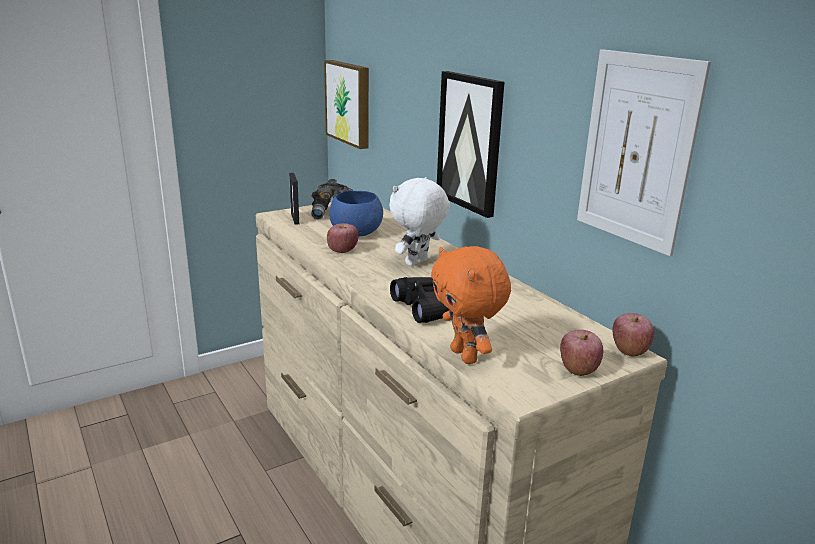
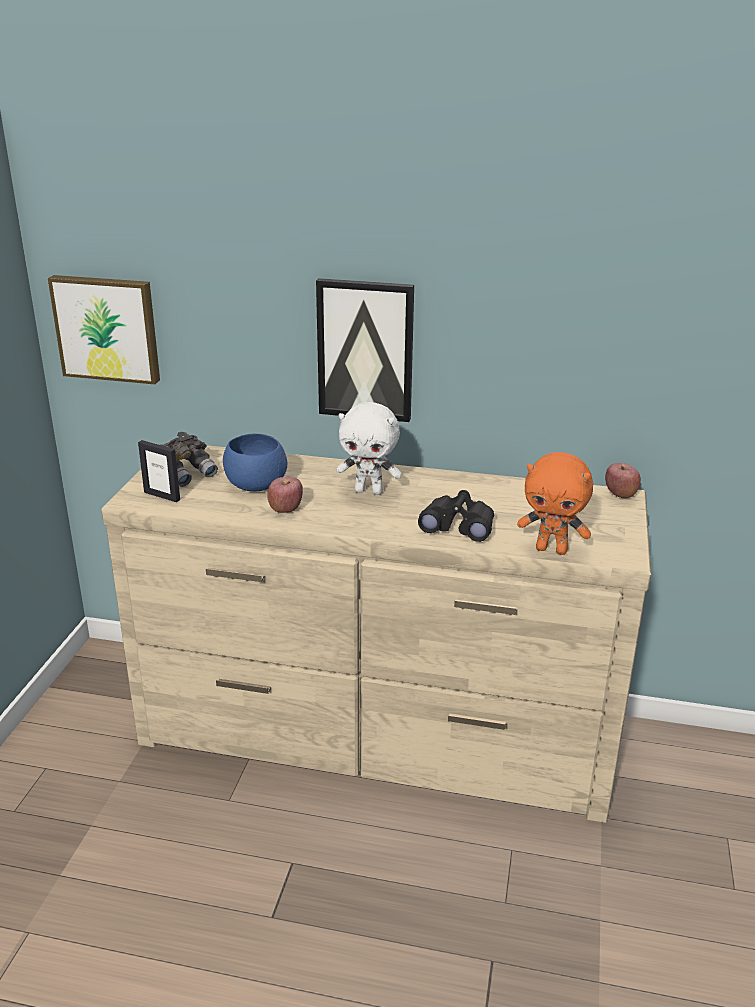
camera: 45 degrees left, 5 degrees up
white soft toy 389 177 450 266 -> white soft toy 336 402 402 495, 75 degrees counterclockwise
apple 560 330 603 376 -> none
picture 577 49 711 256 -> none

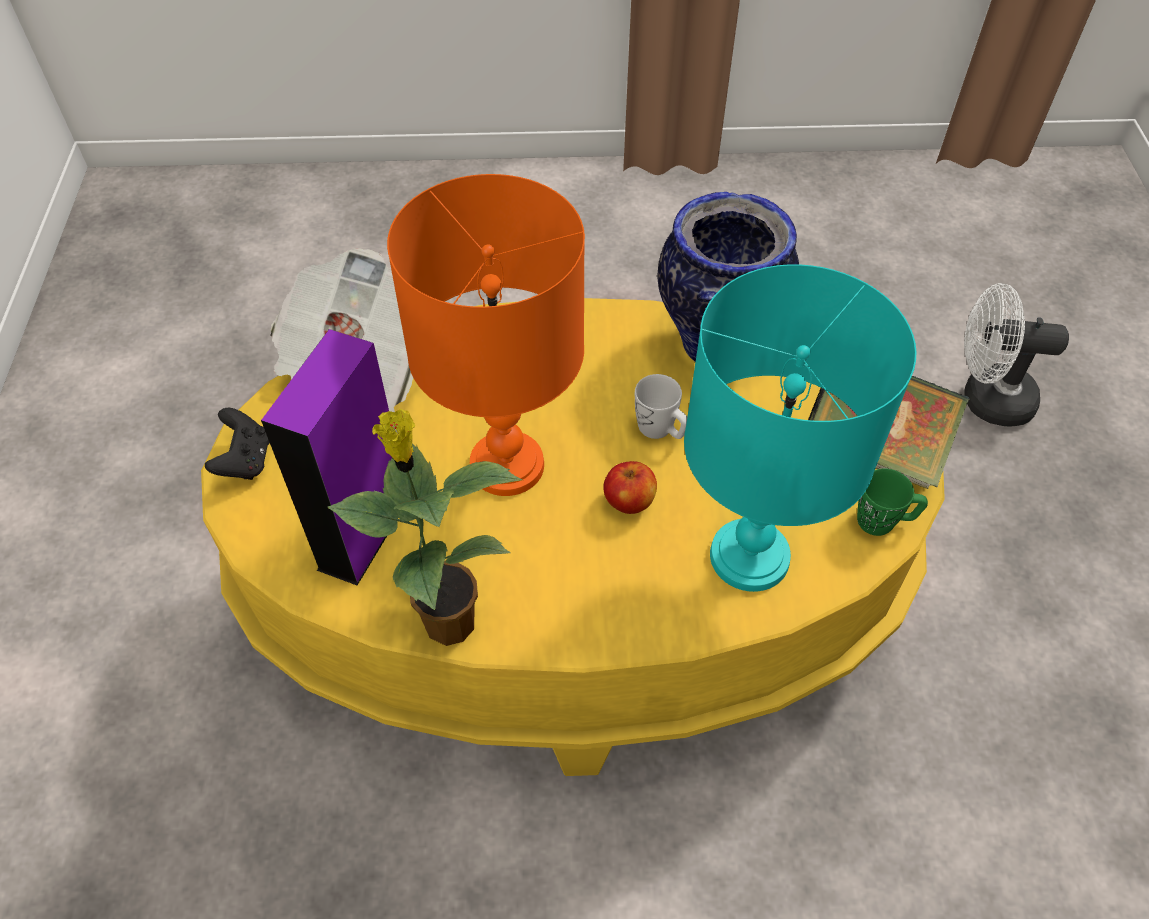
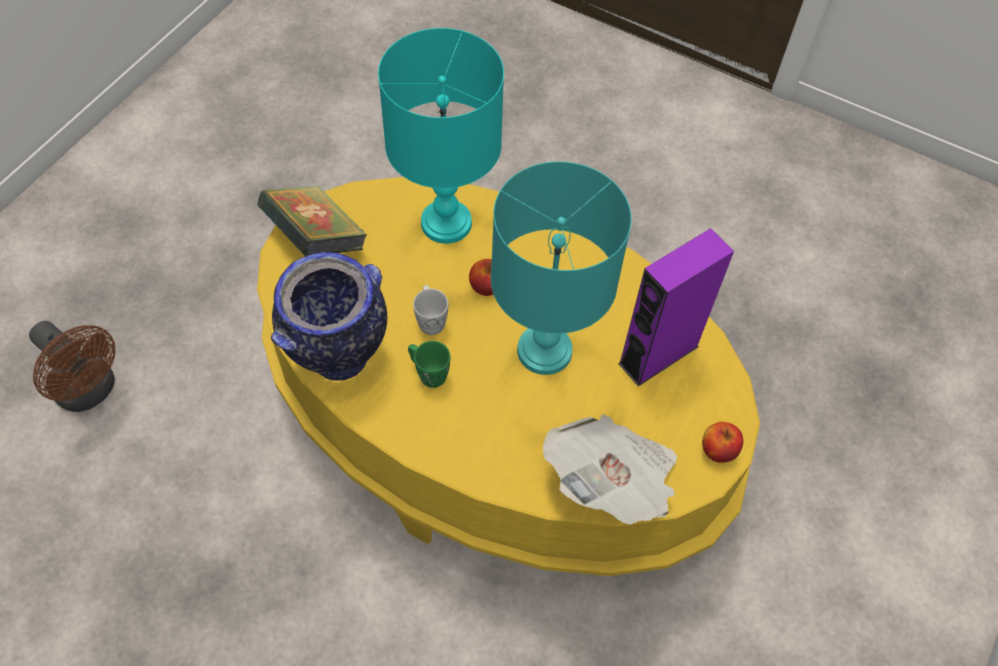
camera: 150 degrees left, 5 degrees up
blackish game controller 205 408 270 480 -> apple 702 422 744 463
houseplant 327 409 523 646 -> none
orange-coloured table lamp 387 174 585 496 -> blue-green table lamp 491 161 632 375
greenish mug 857 468 928 536 -> greenish mug 408 341 450 388, relocated
white cooling fan 964 283 1069 427 -> brown cooling fan 29 321 116 412

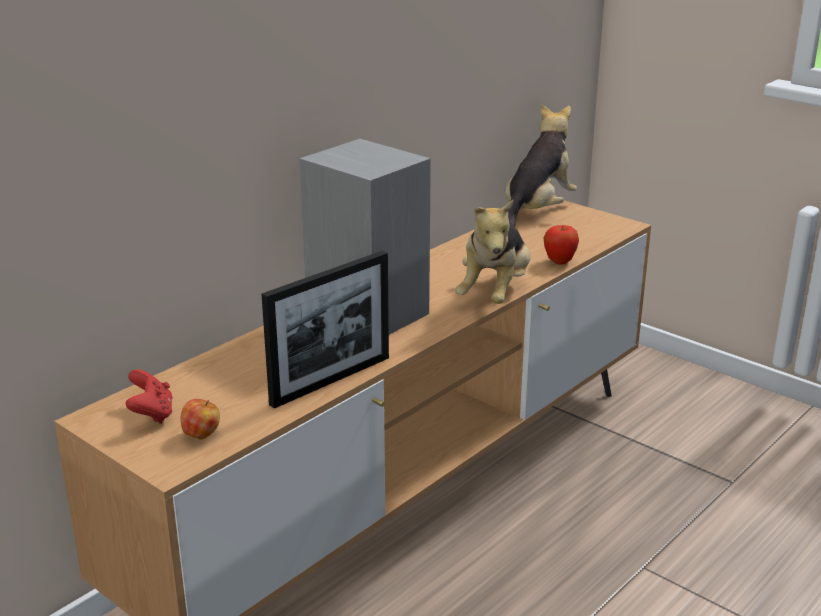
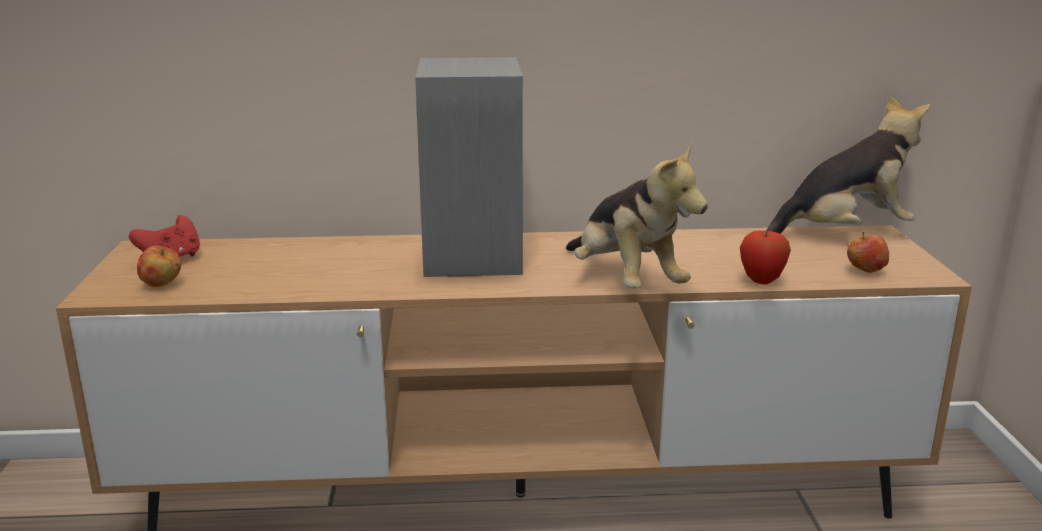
camera: 45 degrees right, 5 degrees down
picture frame 261 251 389 408 -> none
soft toy 455 200 531 304 -> soft toy 566 144 708 288, 90 degrees counterclockwise
none -> apple 847 232 889 273

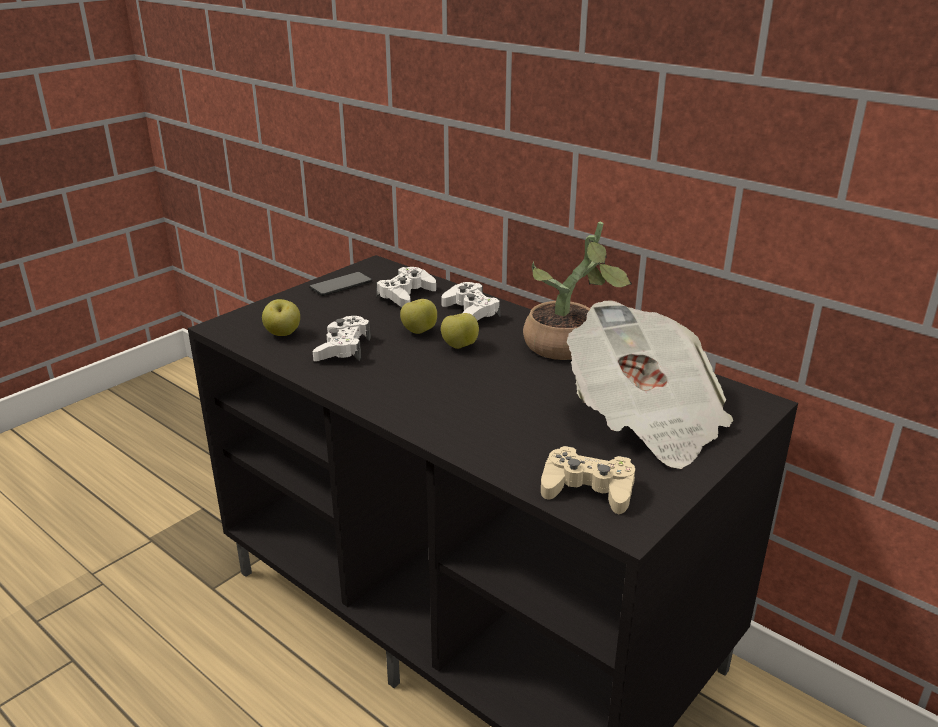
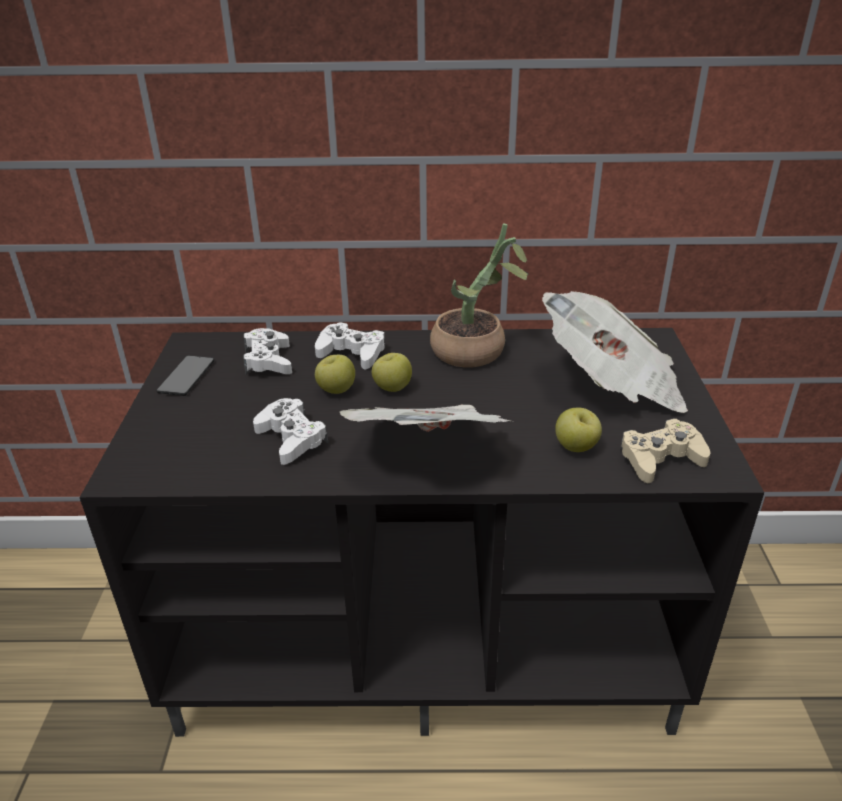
camera: 40 degrees left, 5 degrees up
apple 262 299 300 336 -> apple 555 408 602 452, relocated
none -> daily paper 340 405 510 432

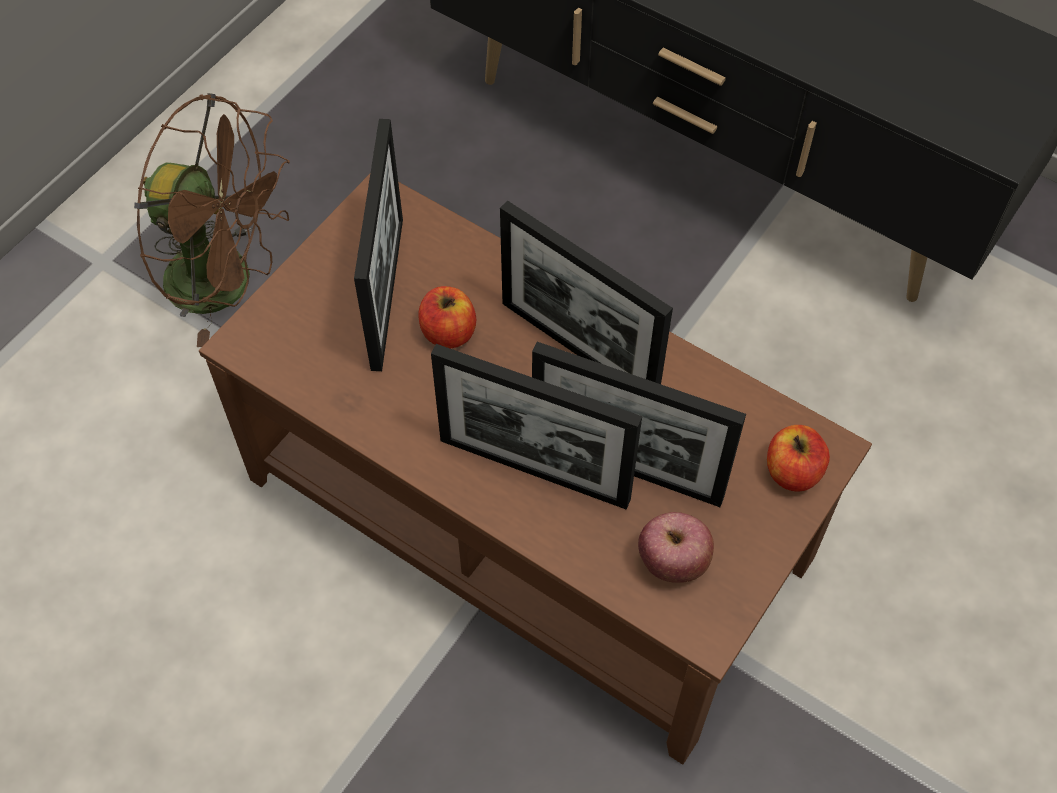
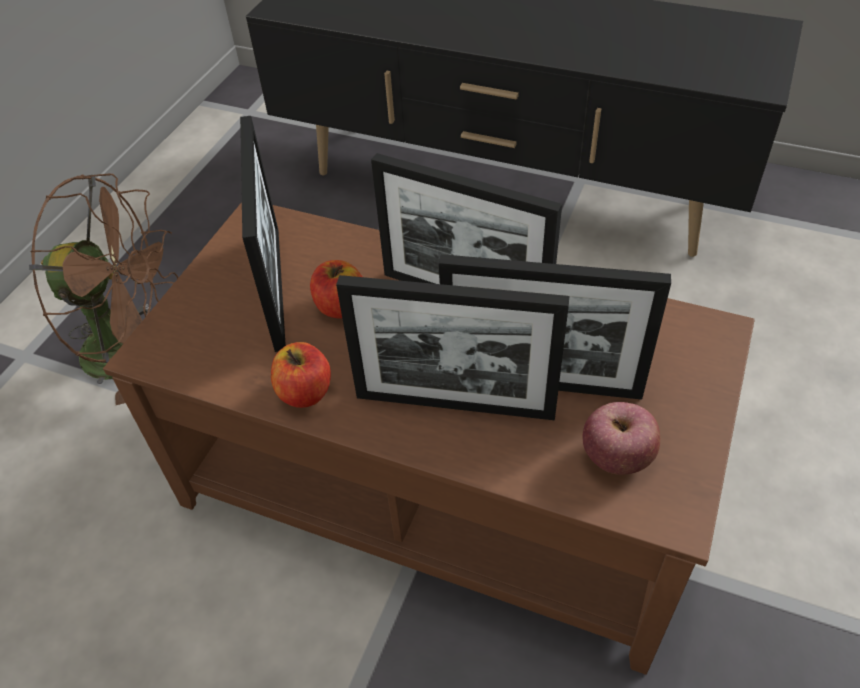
camera: 10 degrees left, 10 degrees down
apple 767 425 830 491 -> apple 271 342 331 408, relocated

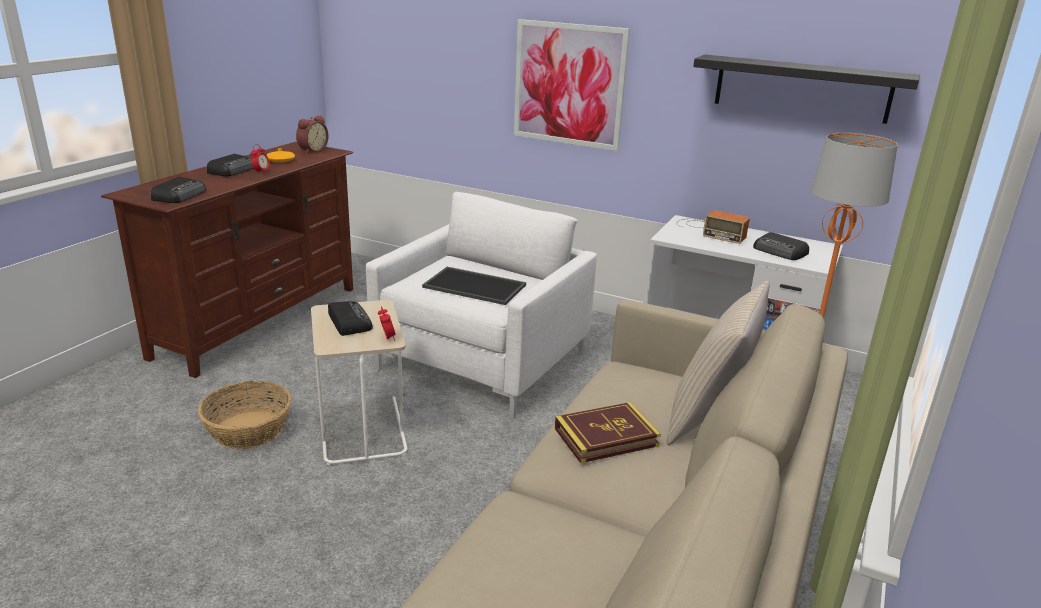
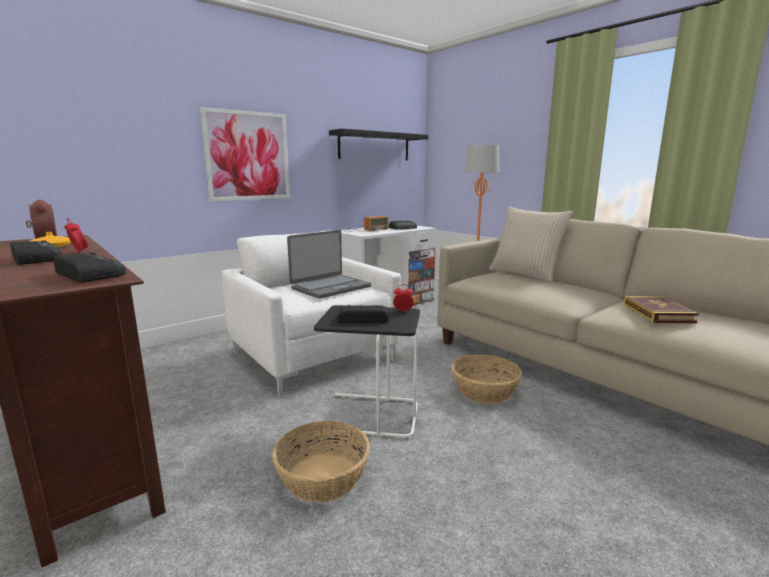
camera: 65 degrees left, 10 degrees down
sand-coloured accent table 311 300 408 465 -> blackish accent table 314 305 420 438
carrying tray 422 267 526 305 -> laptop 287 230 371 299
bound book 555 402 661 463 -> bound book 624 296 699 323, relocated
none -> basket 451 354 522 404

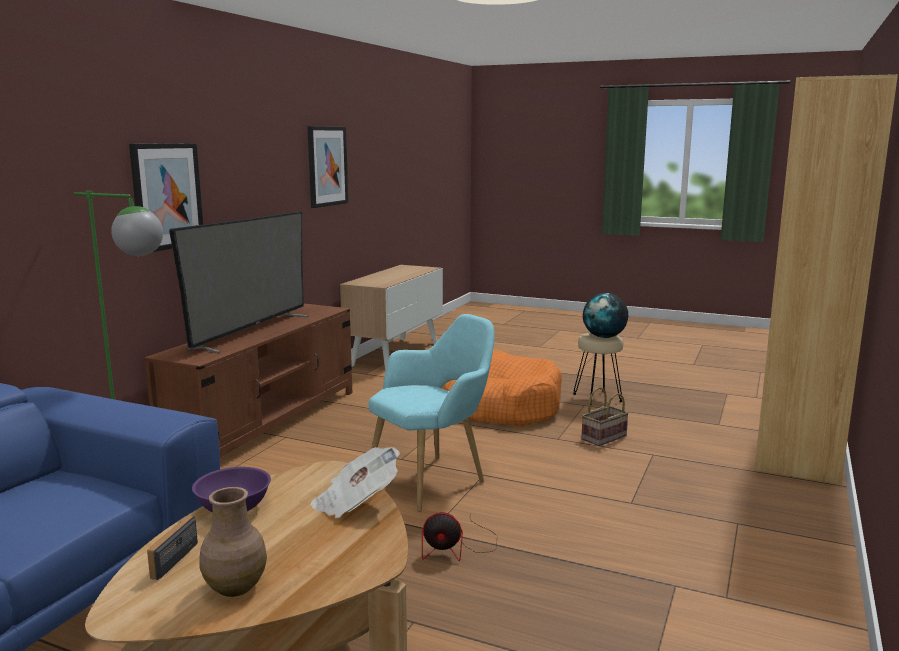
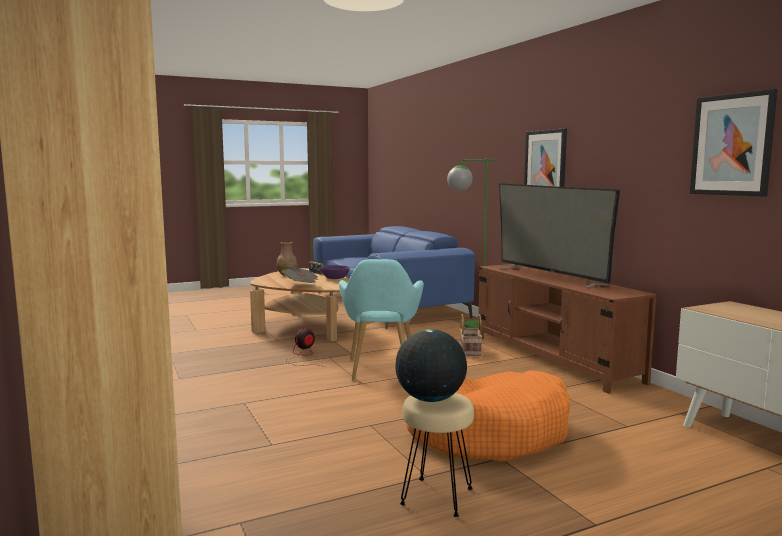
camera: 130 degrees right, 5 degrees down
basket 581 387 629 446 -> basket 460 314 482 356, relocated

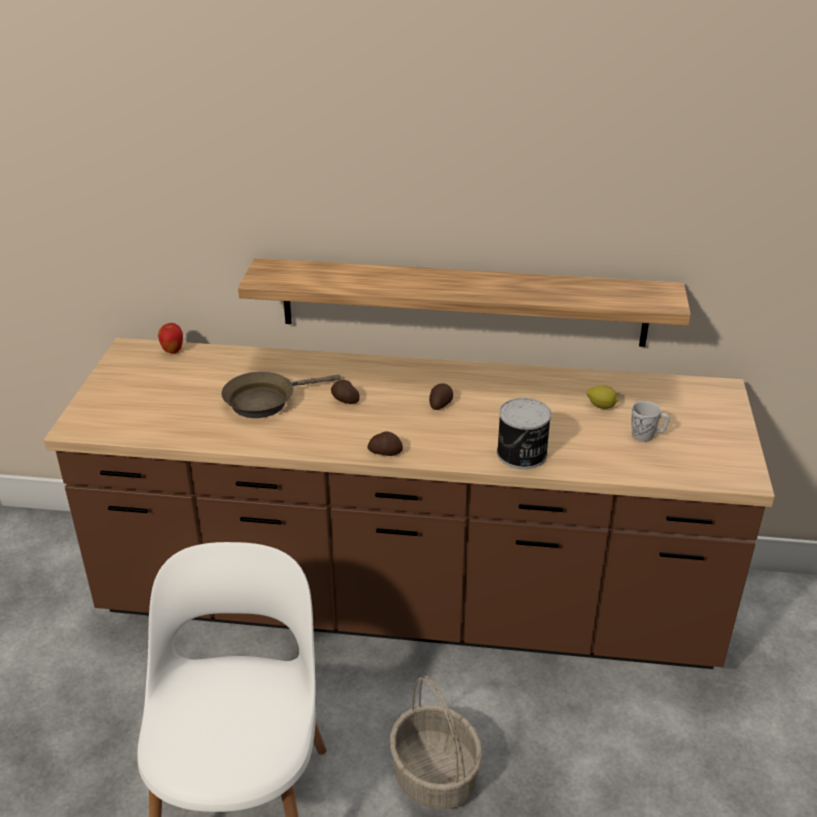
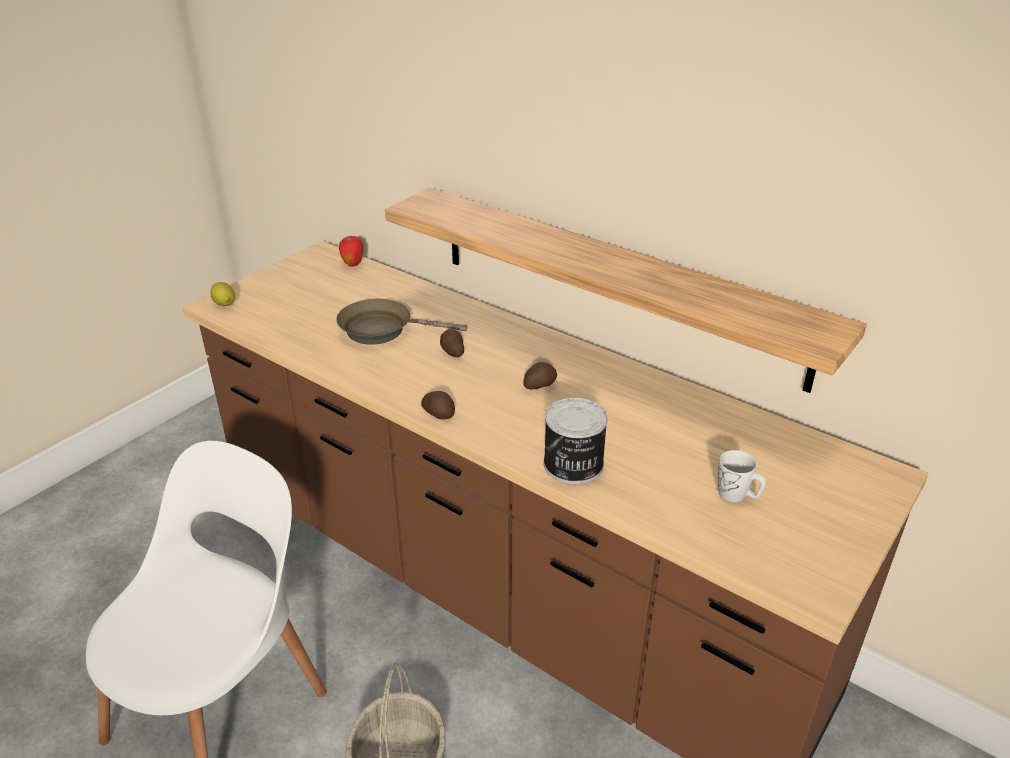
camera: 30 degrees right, 0 degrees up
citrus fruit 587 385 619 409 -> citrus fruit 210 282 235 306, relocated

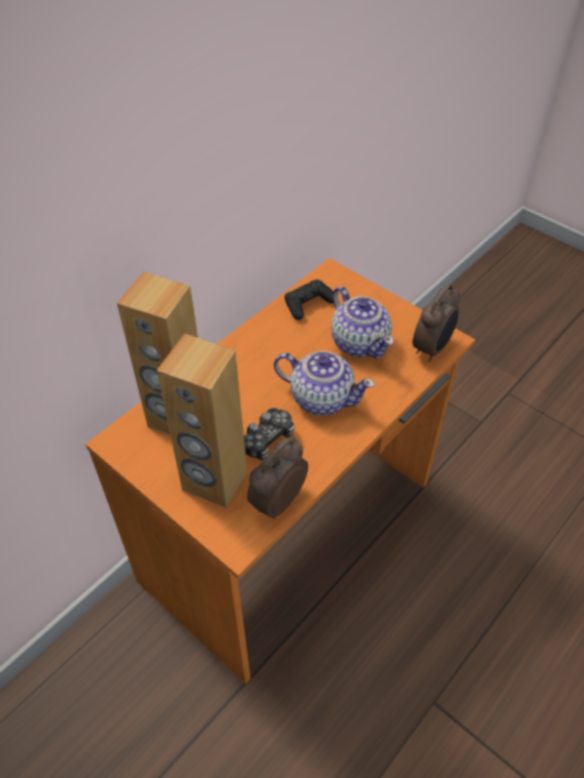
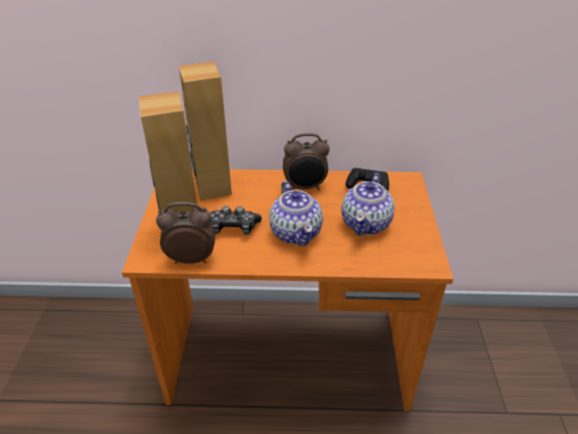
camera: 50 degrees right, 10 degrees down
table clock 413 284 460 362 -> table clock 283 133 330 190, relocated

